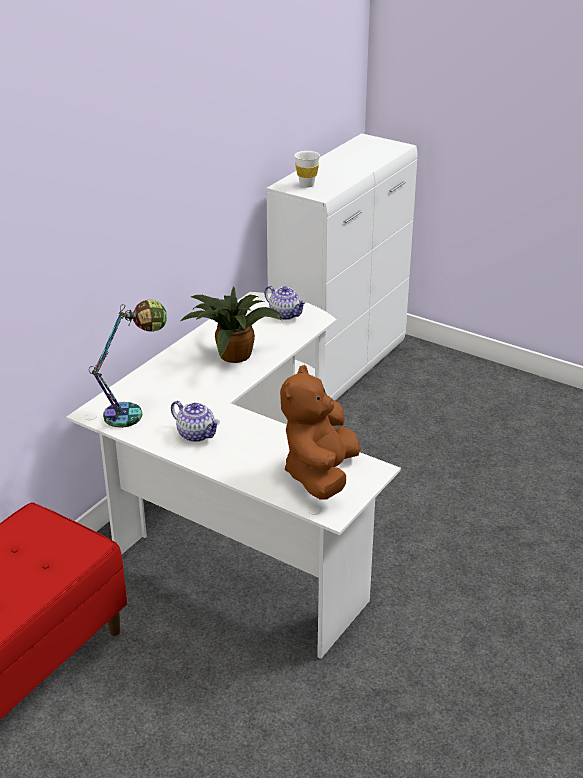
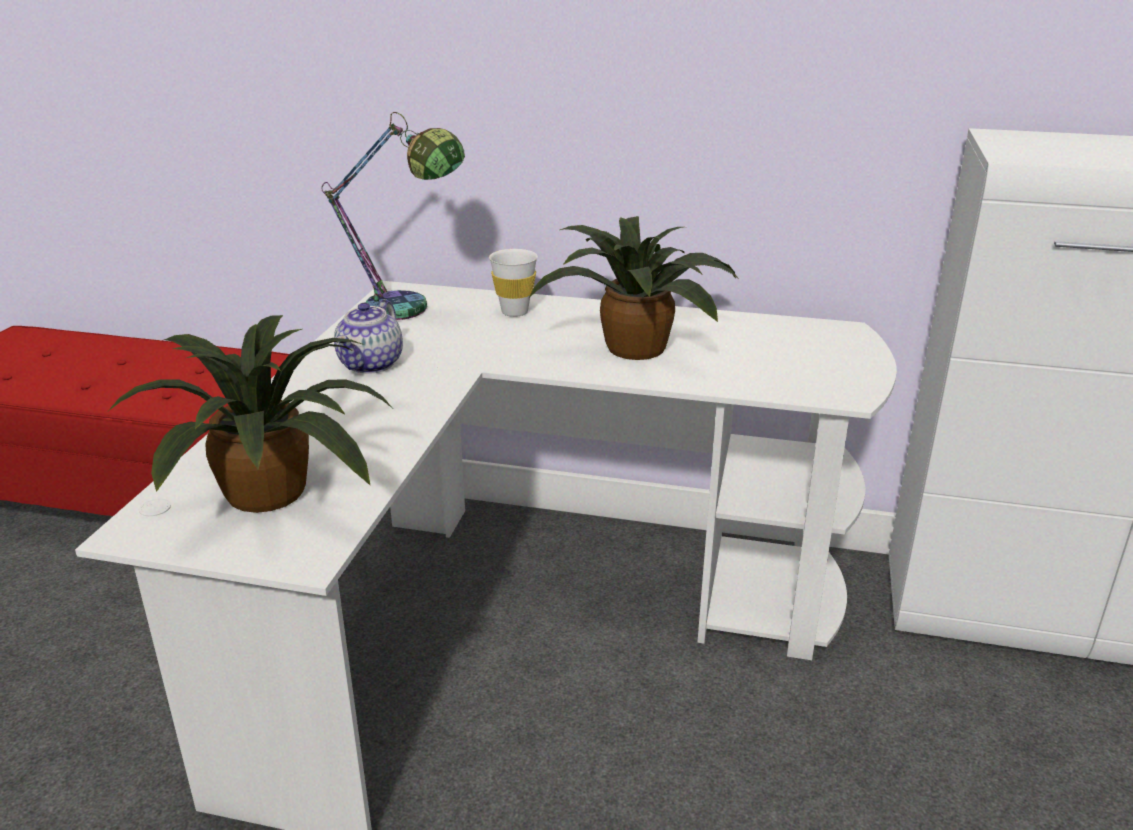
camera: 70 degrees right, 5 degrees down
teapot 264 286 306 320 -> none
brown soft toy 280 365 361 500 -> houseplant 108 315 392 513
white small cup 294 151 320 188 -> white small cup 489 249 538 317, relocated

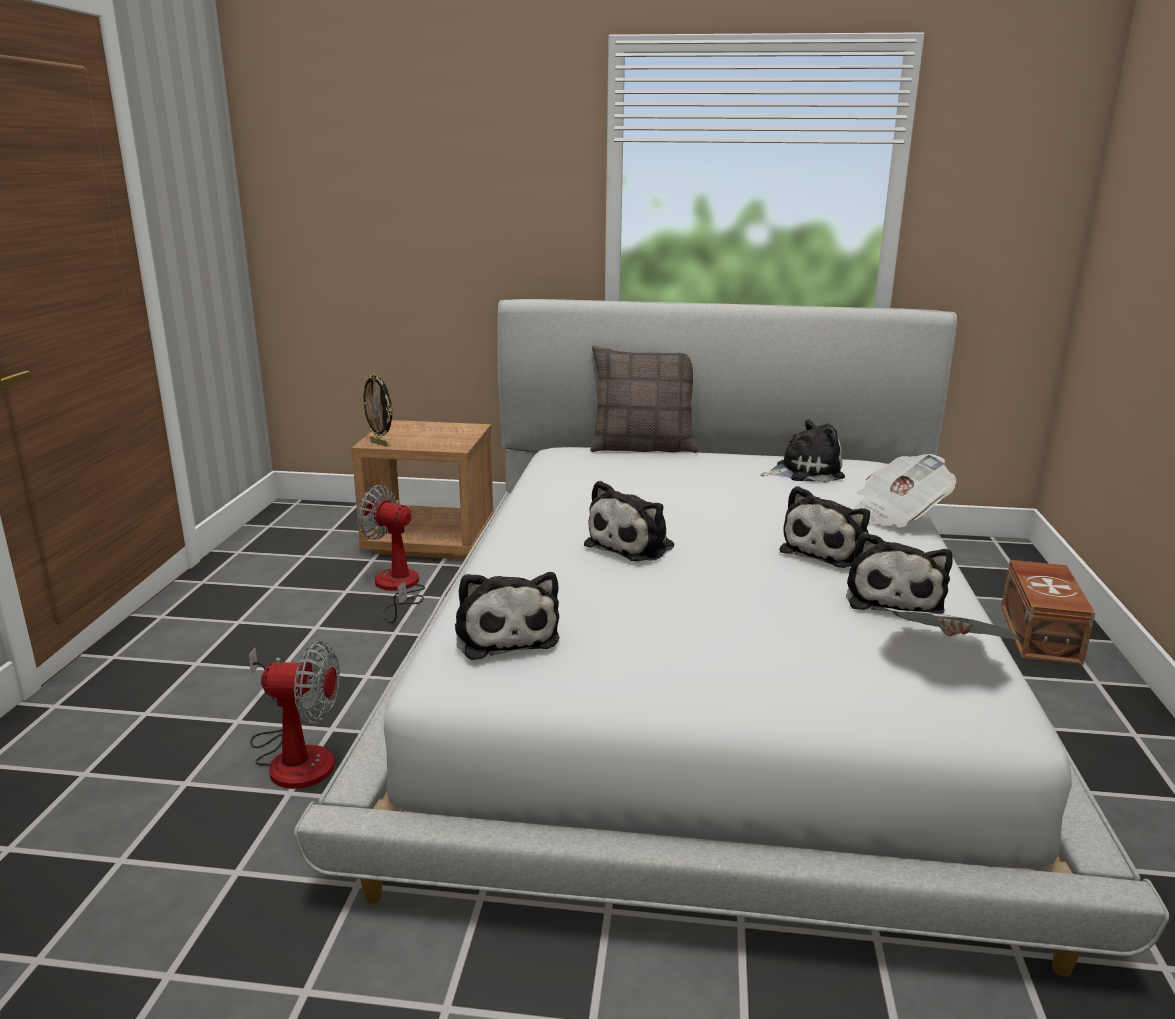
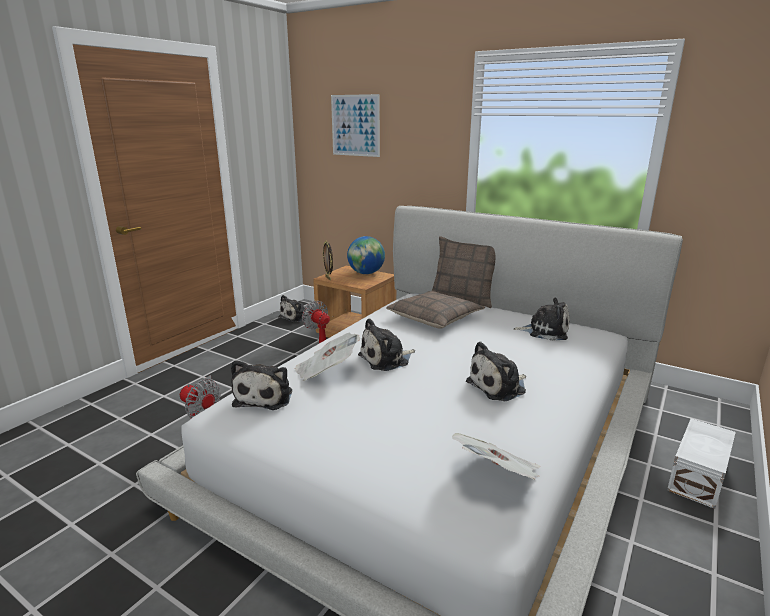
camera: 25 degrees right, 0 degrees up
soft toy 846 532 953 614 -> soft toy 278 295 308 322, relocated
daily paper 855 454 956 527 -> daily paper 295 333 360 381, relocated
brown storage container 1001 560 1095 665 -> white storage container 667 418 736 509
none -> picture 331 94 380 157
none -> desk globe 347 236 385 274
none -> pillow 386 291 485 329

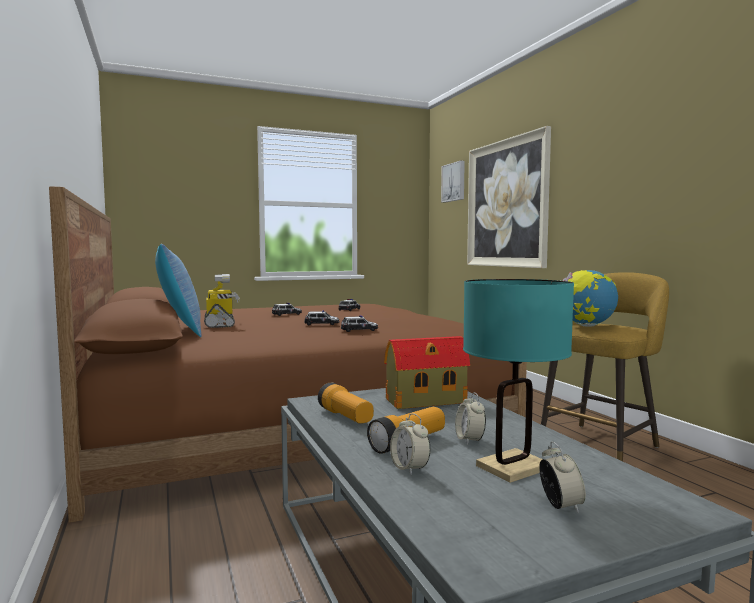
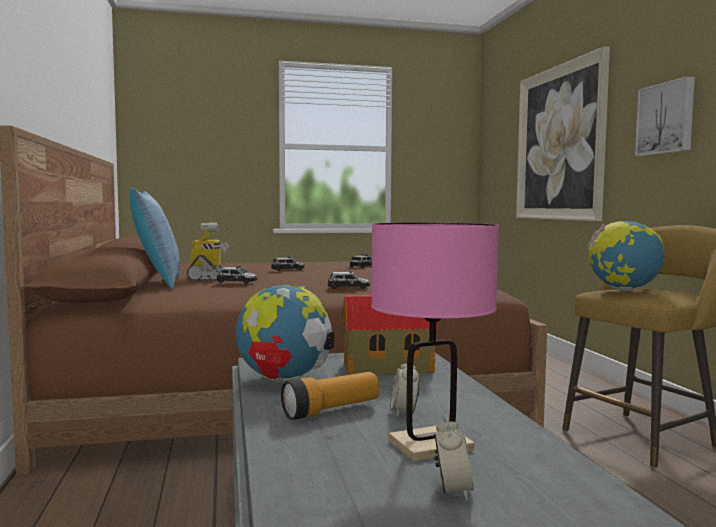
camera: 10 degrees right, 0 degrees up
model car 305 310 340 325 -> model car 217 266 258 284, relocated
flashlight 318 383 374 424 -> desk globe 236 285 334 382
table clock 390 413 431 475 -> none
picture 441 161 465 203 -> picture 635 76 695 156, relocated
blue-green table lamp 463 279 574 483 -> pink-coloured table lamp 371 222 499 461

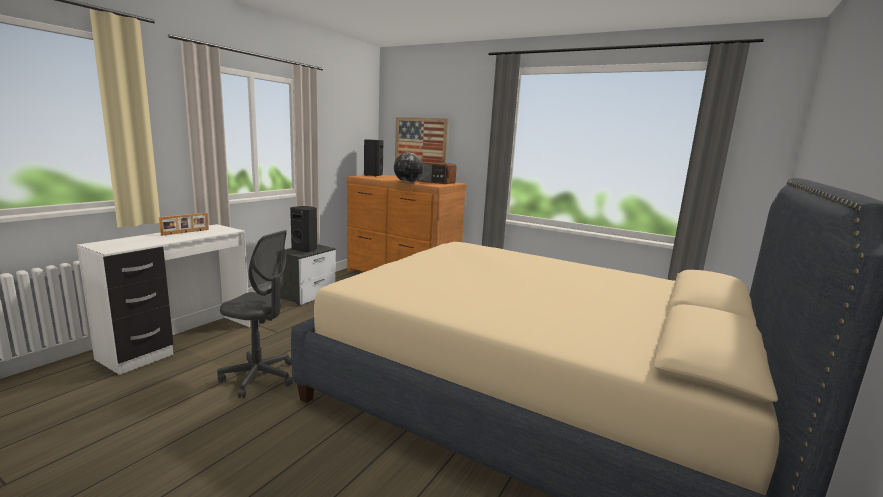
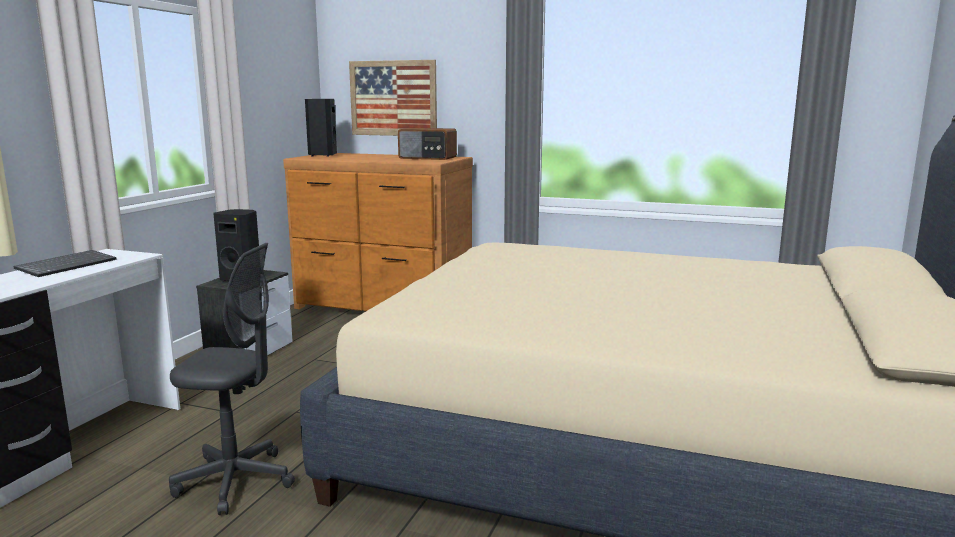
camera: 10 degrees left, 0 degrees up
picture frame 159 213 209 236 -> keyboard 14 250 117 277
desk globe 394 153 423 182 -> none

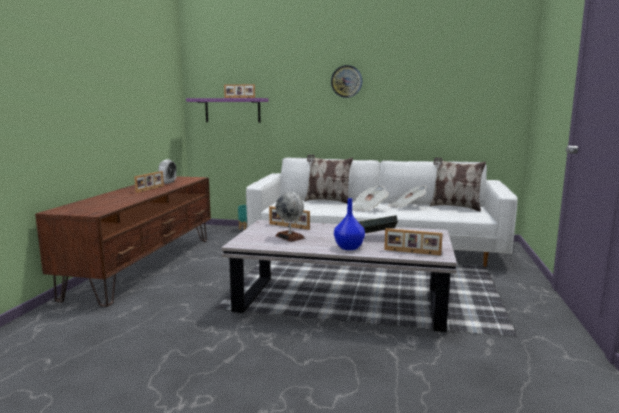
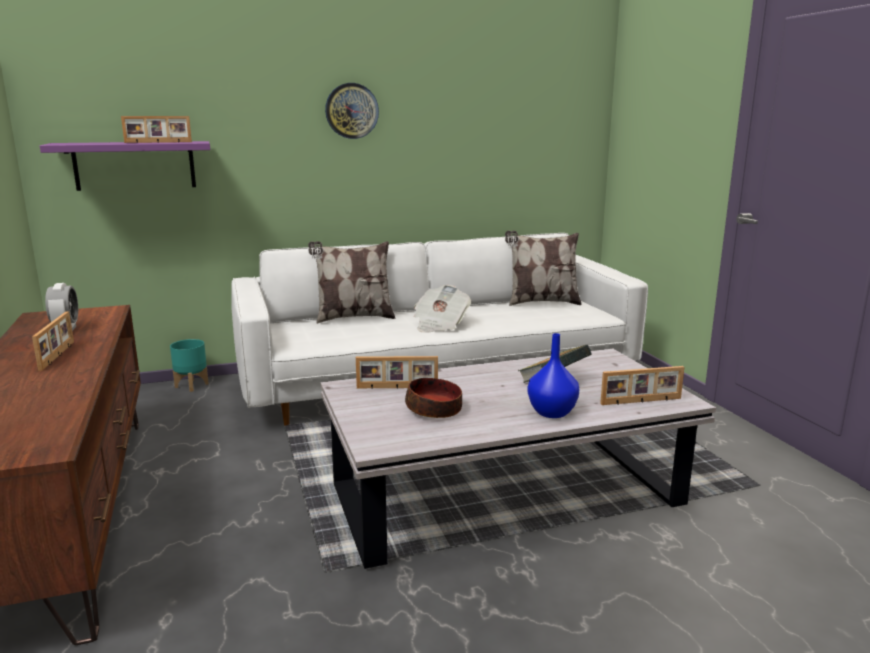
camera: 30 degrees left, 5 degrees up
desk globe 275 192 305 242 -> bowl 405 378 462 418
daily paper 388 186 427 208 -> none

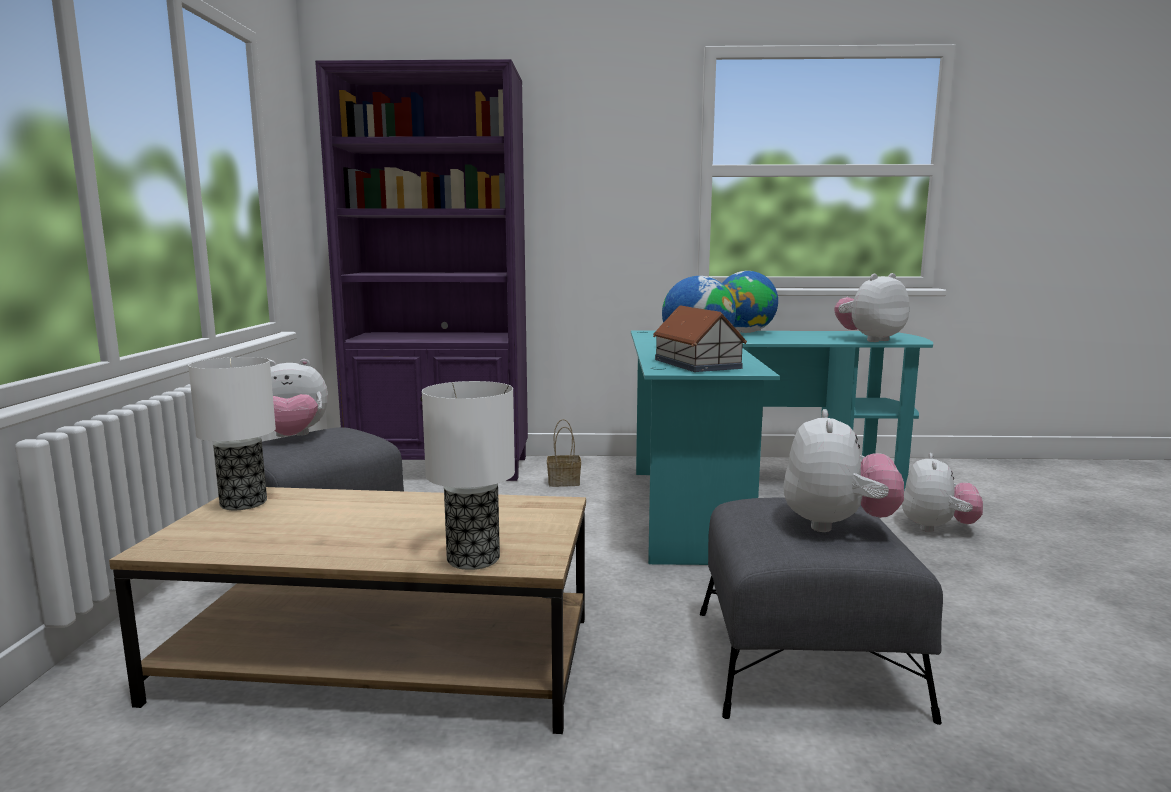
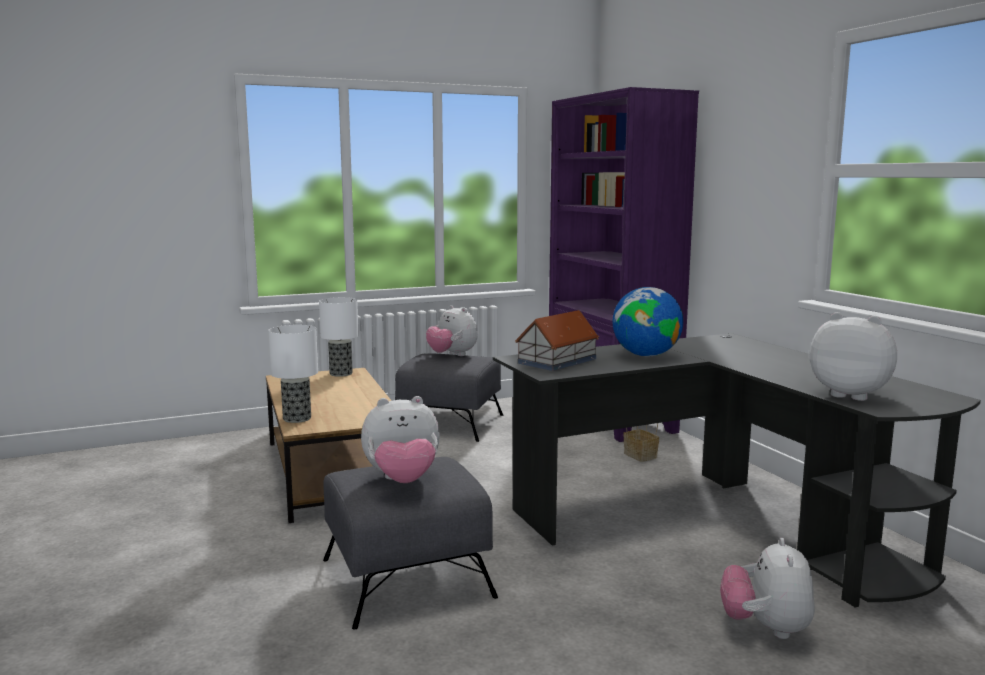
camera: 65 degrees right, 0 degrees up
blue-green desk 631 330 933 565 -> blackish desk 493 333 981 608
desk globe 722 271 778 333 -> none
soft toy 902 453 983 532 -> soft toy 720 538 815 639, 105 degrees clockwise

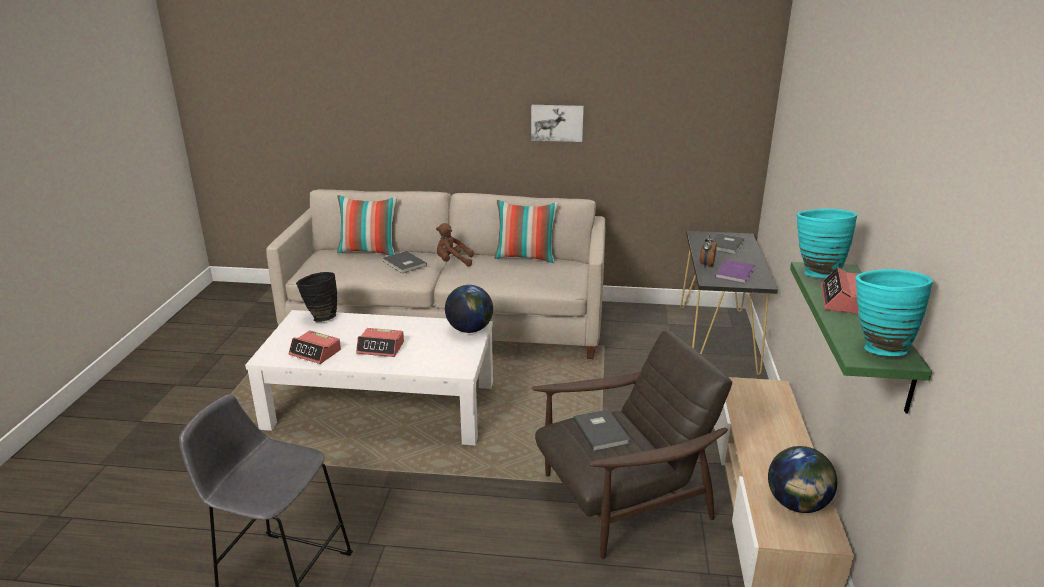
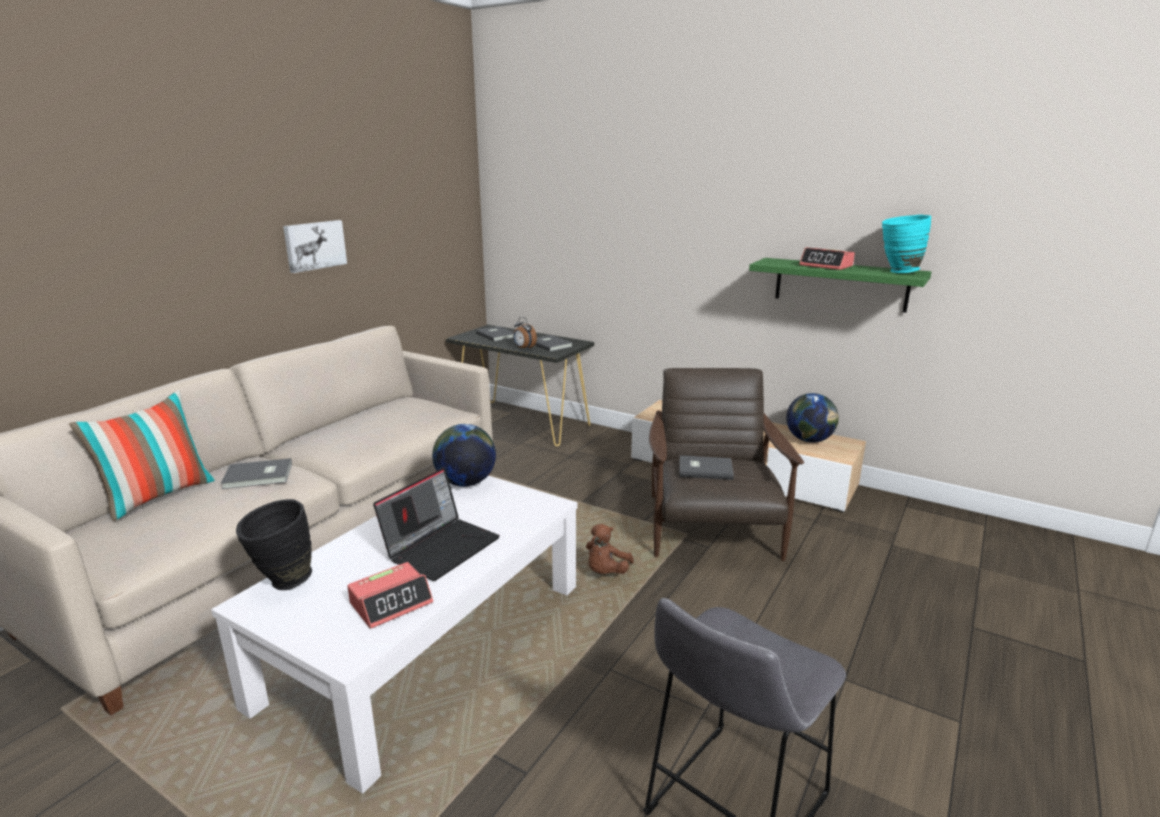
camera: 65 degrees left, 5 degrees down
table clock 356 328 404 357 -> laptop 373 468 500 581
brown soft toy 436 223 474 266 -> brown soft toy 586 524 634 574, relocated
pillow 494 200 558 263 -> none
purplish bound book 715 259 755 284 -> greyish bound book 535 335 573 351
blue-green flower vase 797 209 857 278 -> none

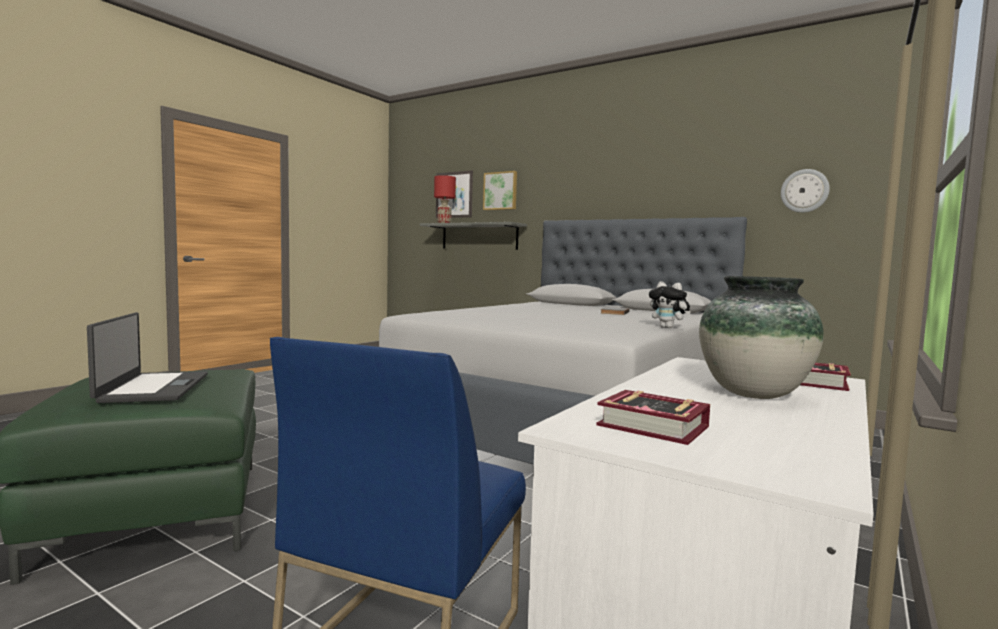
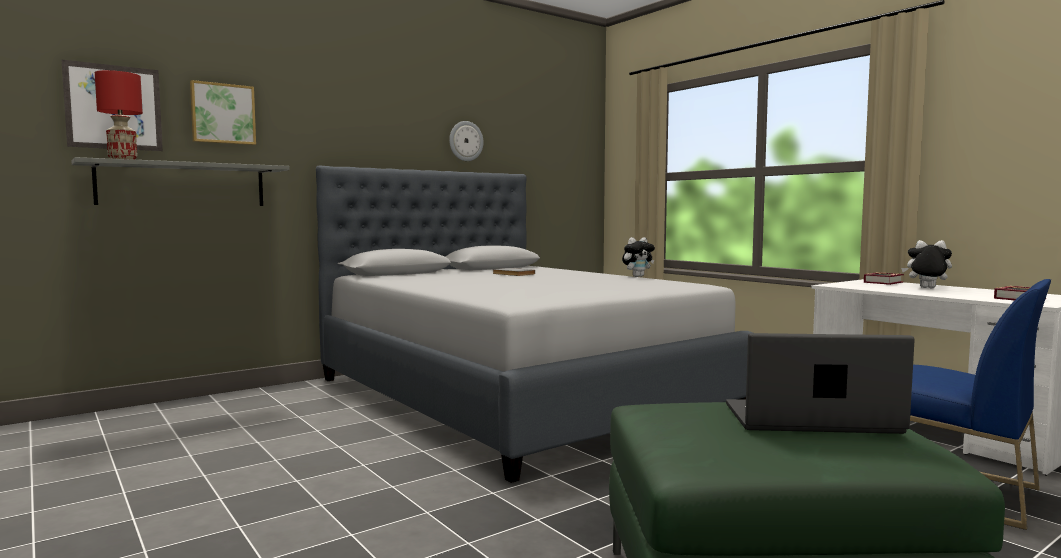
camera: 70 degrees left, 0 degrees up
flower vase 699 276 824 399 -> soft toy 901 240 952 288
wall clock 781 169 830 213 -> wall clock 449 121 483 161, relocated

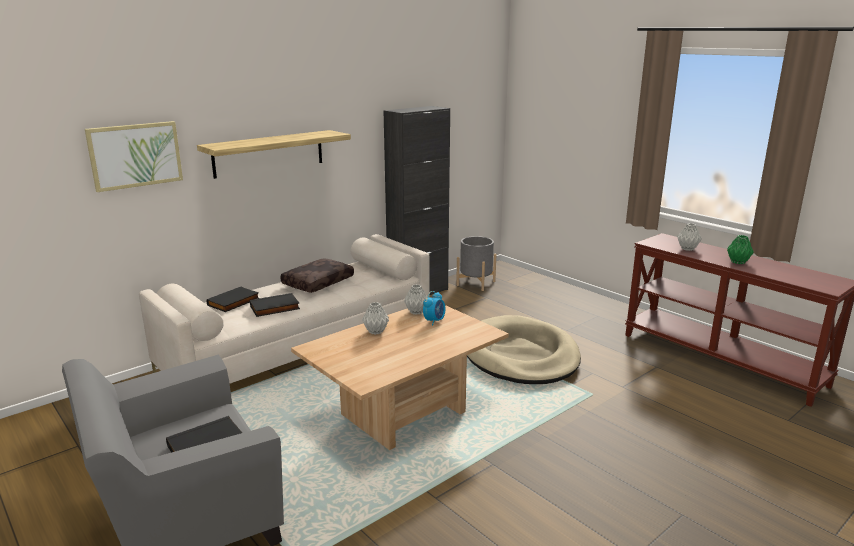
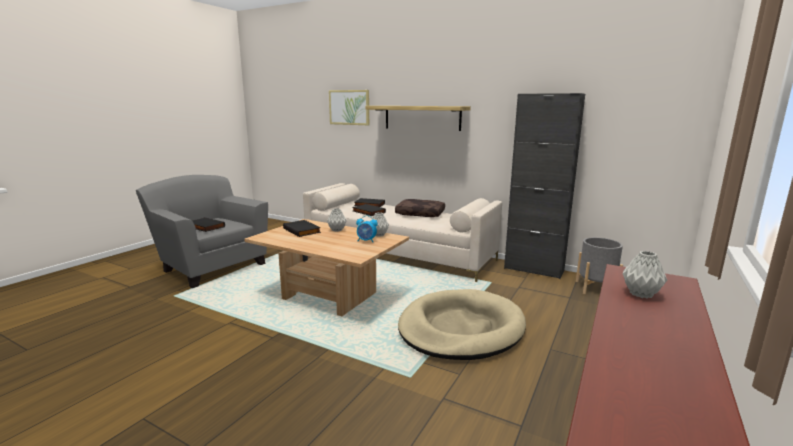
camera: 70 degrees right, 5 degrees down
greenish flower vase 727 235 754 264 -> none
none -> blackish bound book 283 220 321 237

